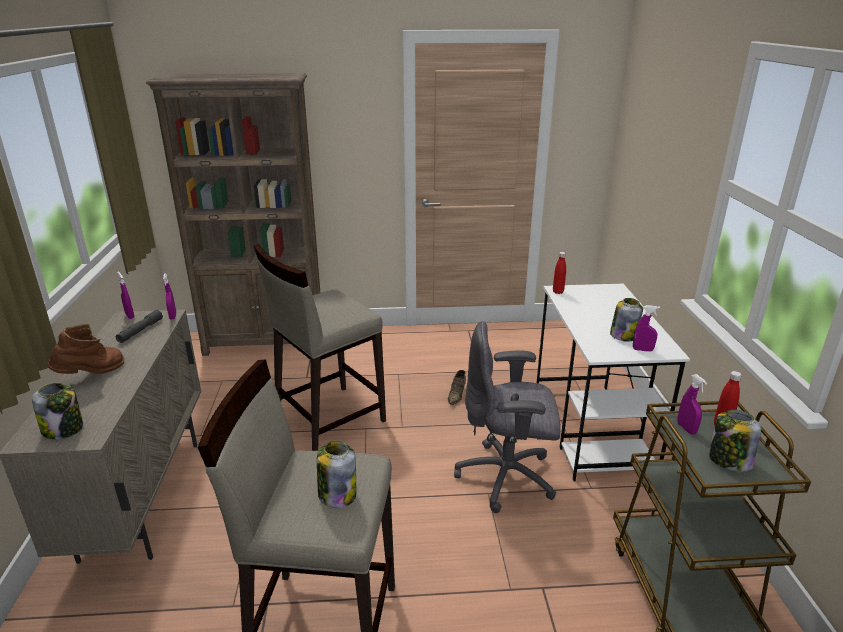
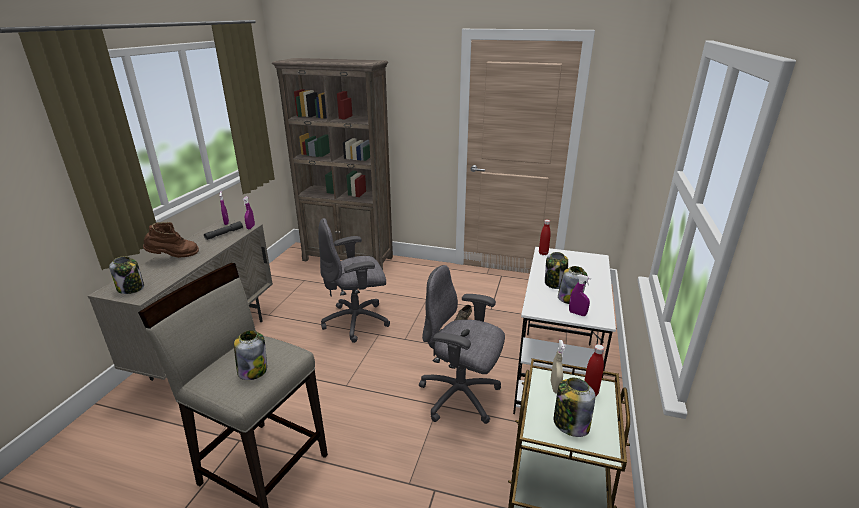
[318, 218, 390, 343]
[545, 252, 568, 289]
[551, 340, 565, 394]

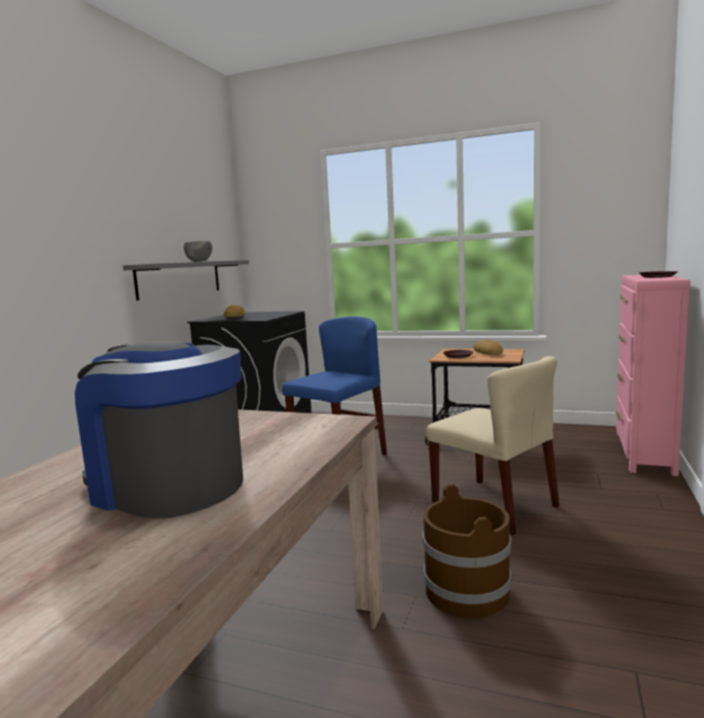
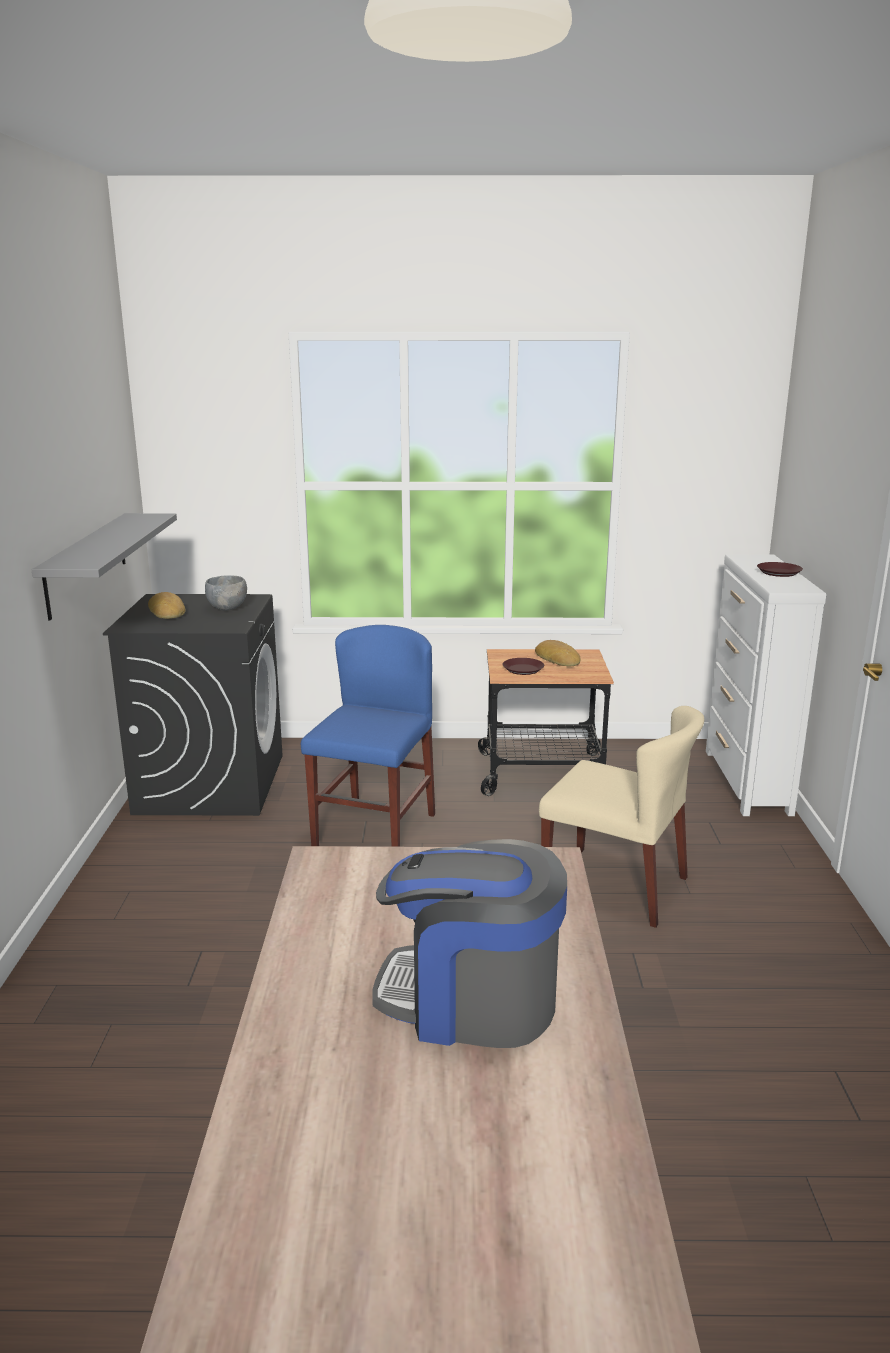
[205, 575, 247, 610]
[706, 555, 827, 816]
[423, 484, 511, 618] (first image)

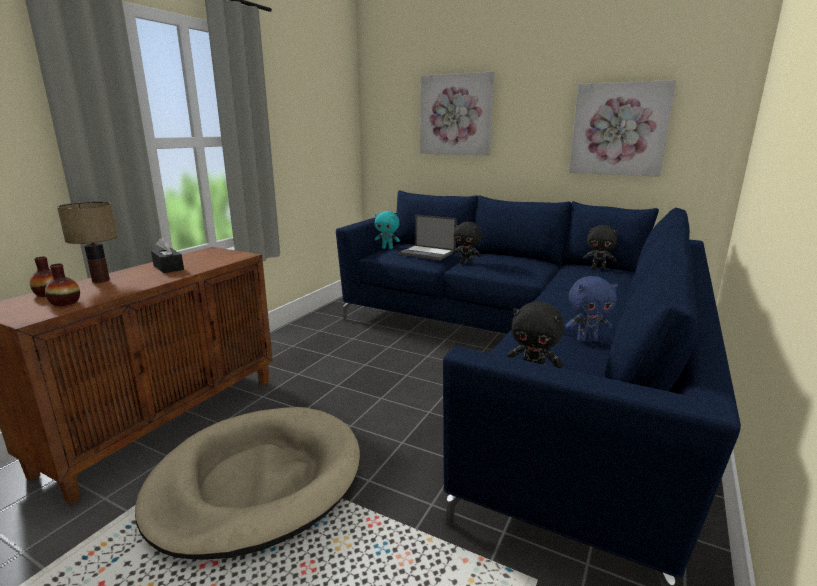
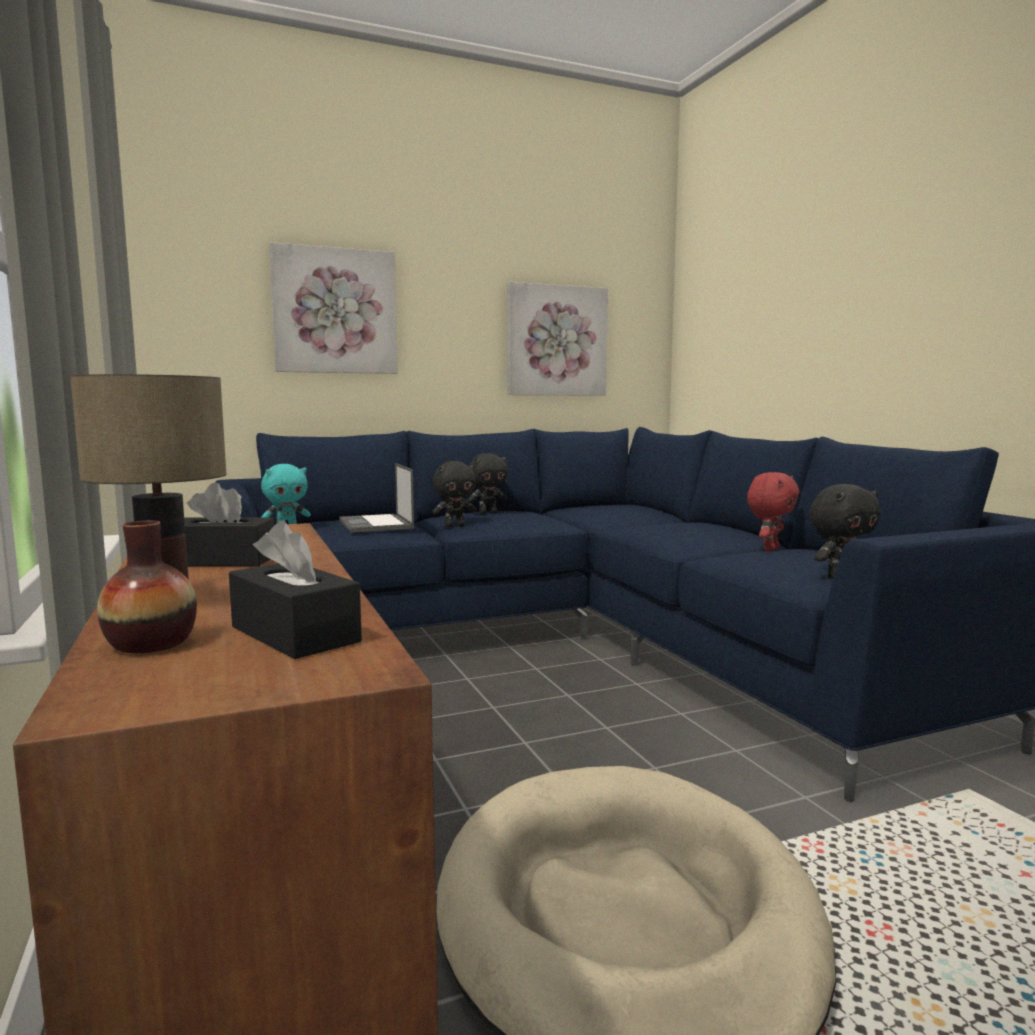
[229, 520, 362, 659]
[339, 463, 414, 533]
[467, 453, 508, 514]
[747, 472, 799, 552]

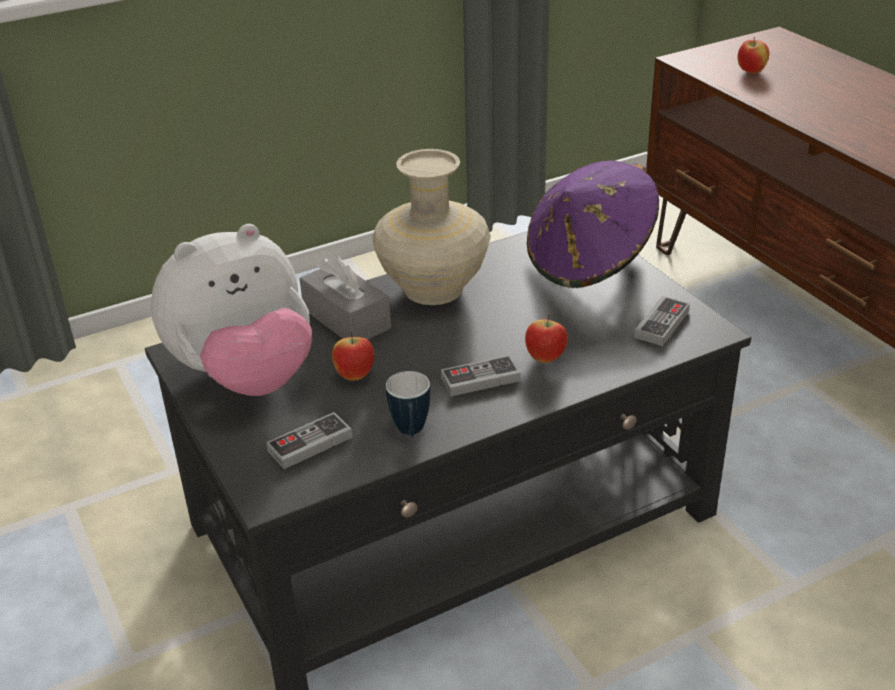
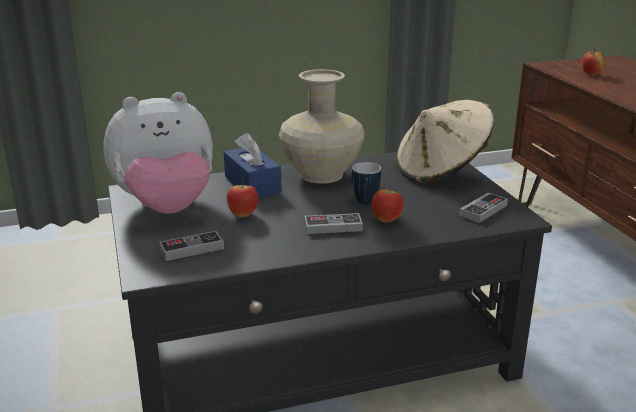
[224, 133, 282, 198]
[352, 162, 381, 204]
[396, 100, 494, 183]

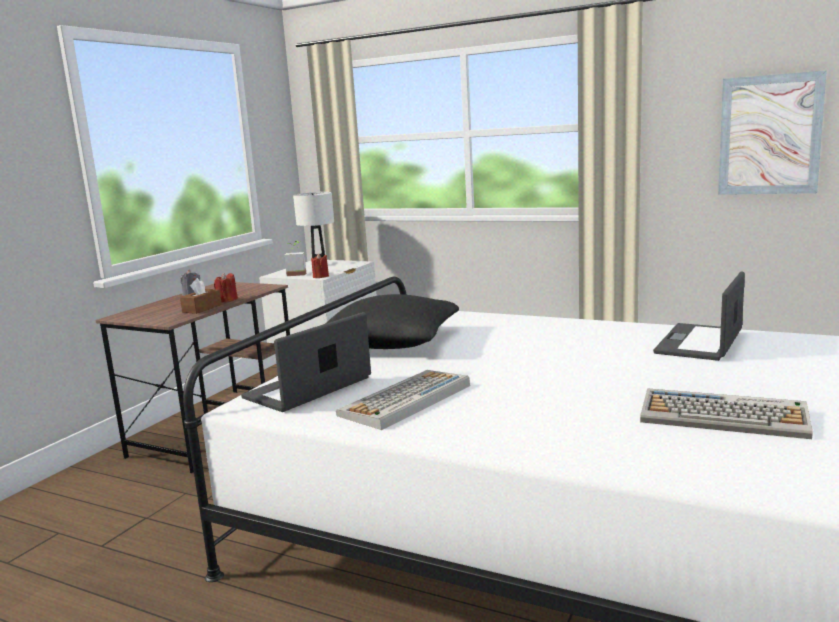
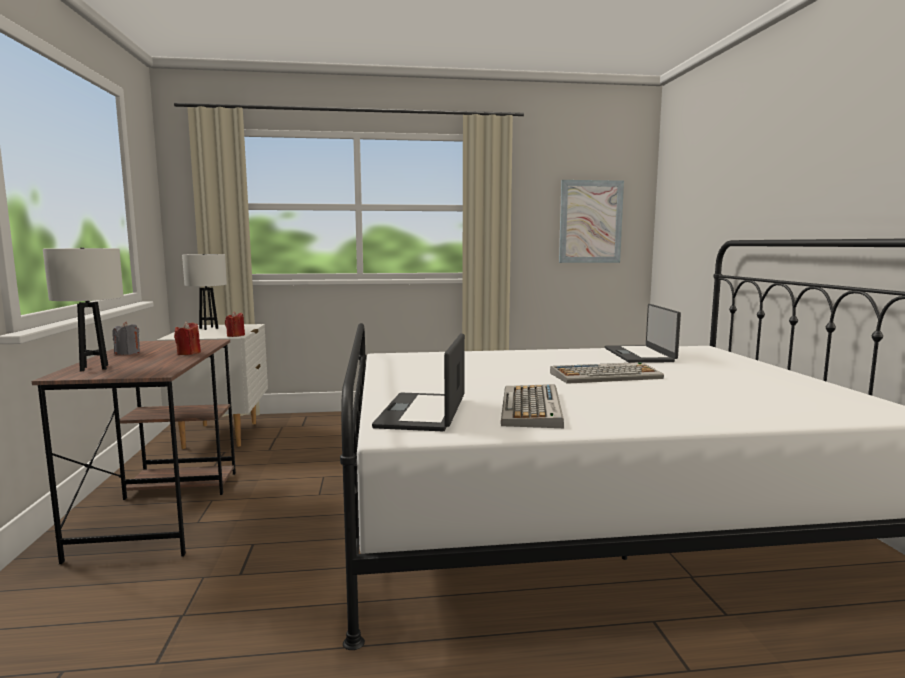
[43, 248, 124, 372]
[550, 362, 664, 384]
[180, 278, 222, 314] (first image)
[284, 241, 306, 276] (first image)
[325, 294, 459, 349] (first image)

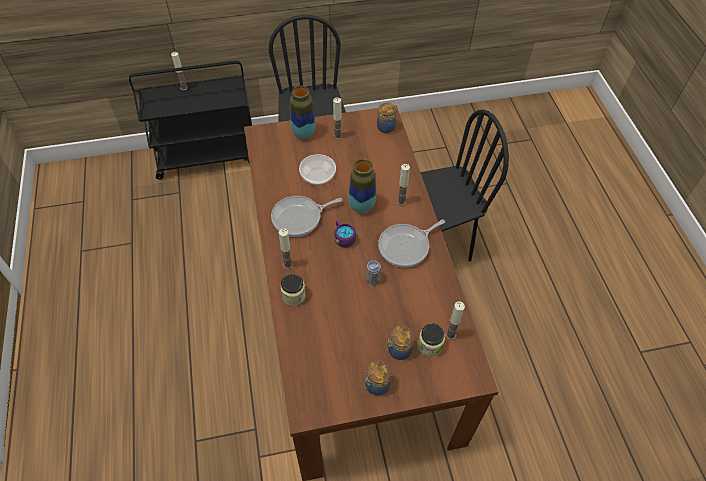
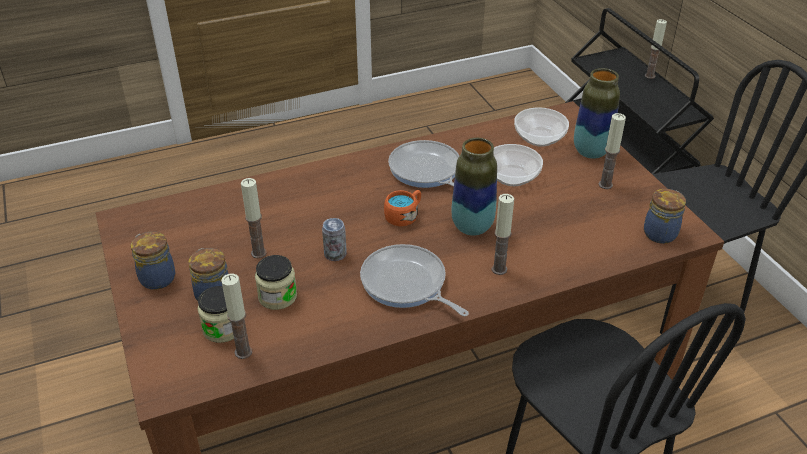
[241, 178, 267, 258]
[255, 255, 297, 310]
[384, 190, 421, 226]
[514, 107, 569, 147]

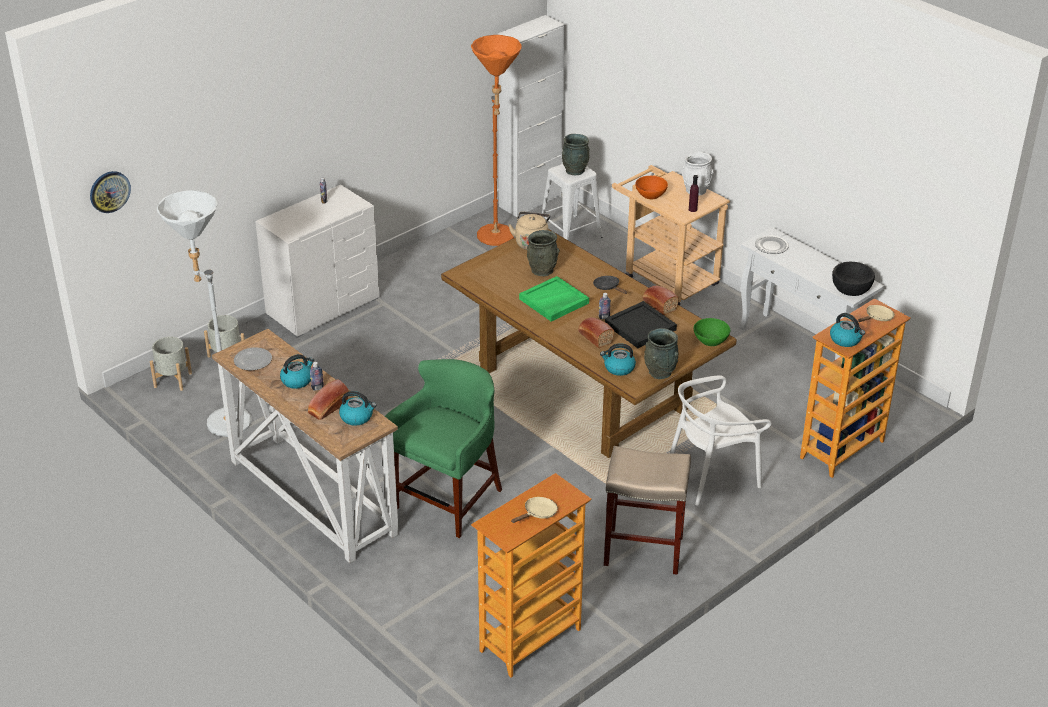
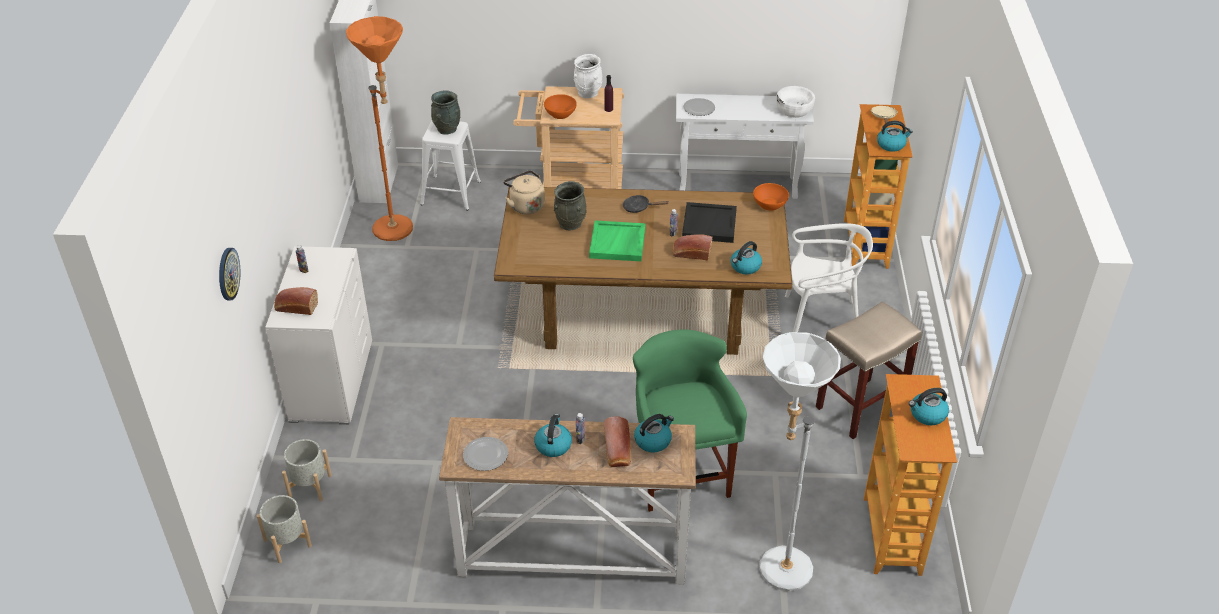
[219, 248, 240, 301]
[274, 287, 318, 315]
[753, 183, 789, 211]
[760, 332, 841, 591]
[776, 86, 815, 118]
[785, 223, 873, 332]
[909, 388, 949, 425]
[644, 328, 678, 379] (first image)

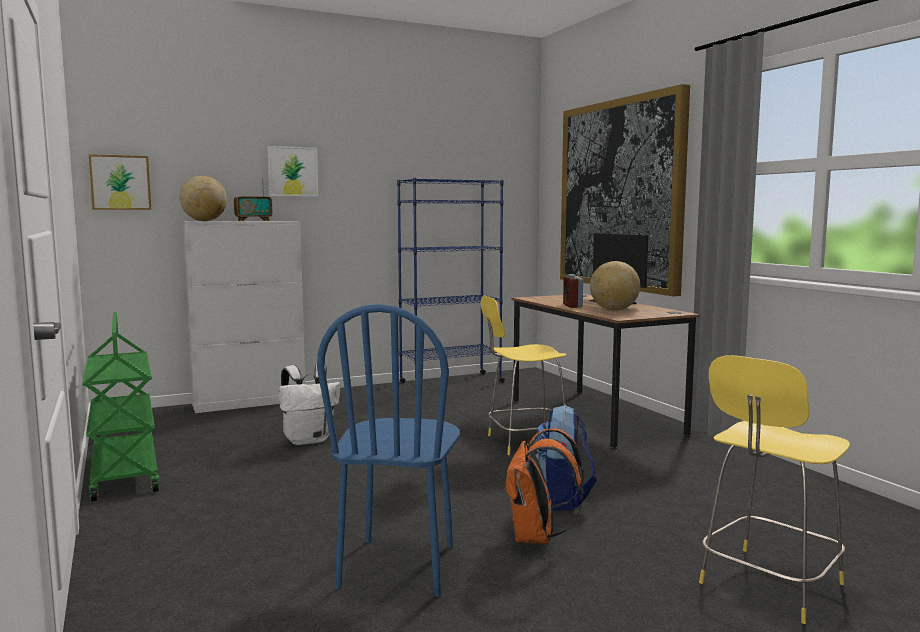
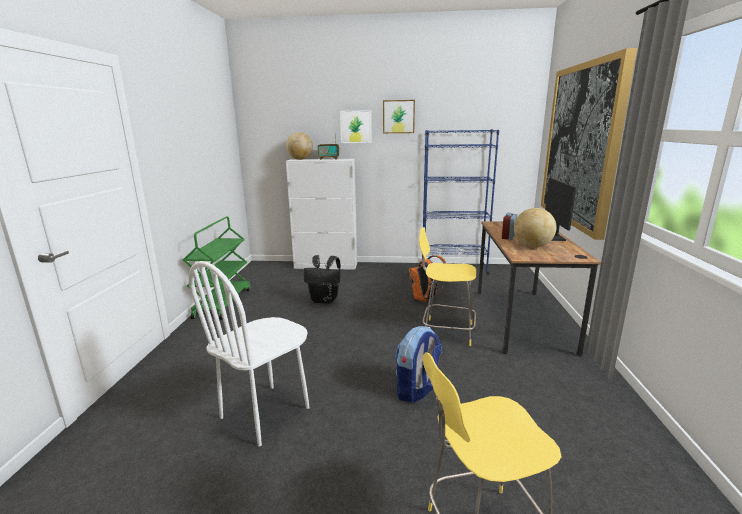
[189, 261, 310, 447]
[304, 255, 341, 303]
[383, 100, 415, 133]
[409, 255, 448, 302]

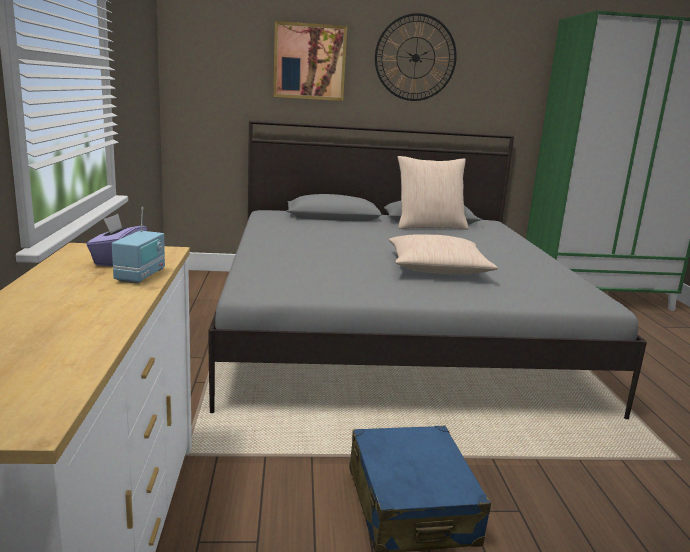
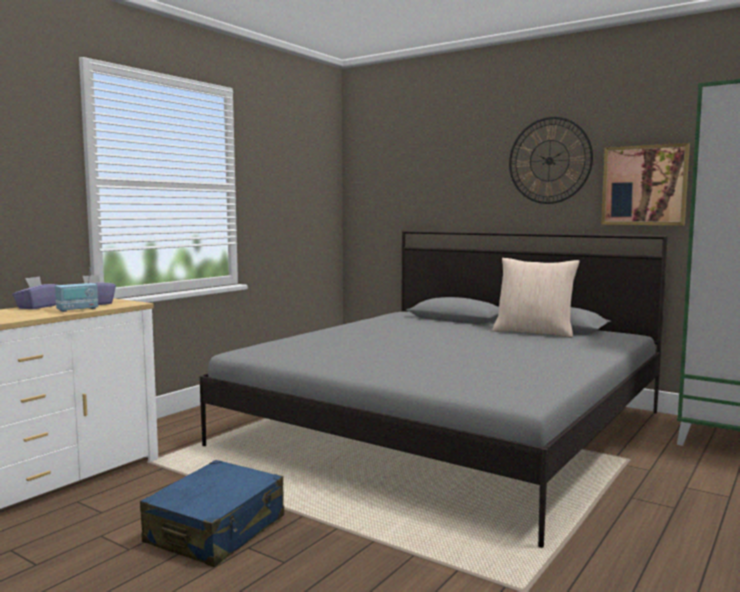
[12, 276, 56, 309]
[601, 143, 690, 225]
[389, 234, 498, 274] (first image)

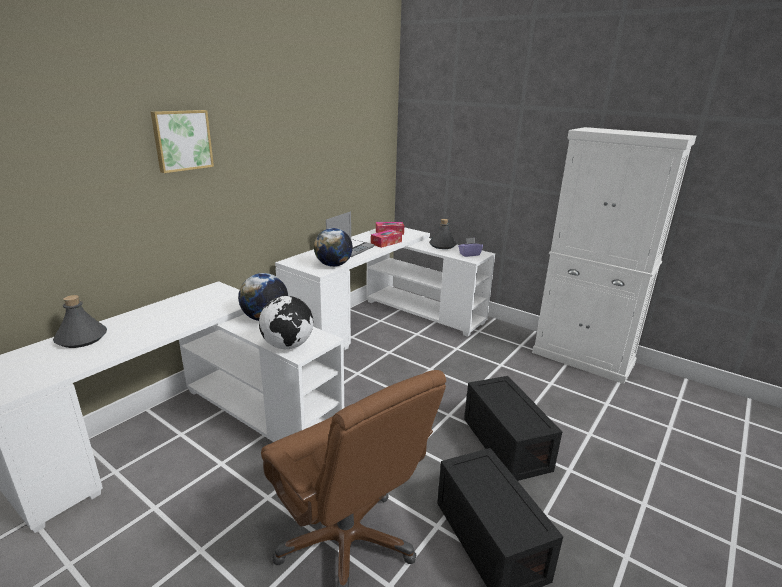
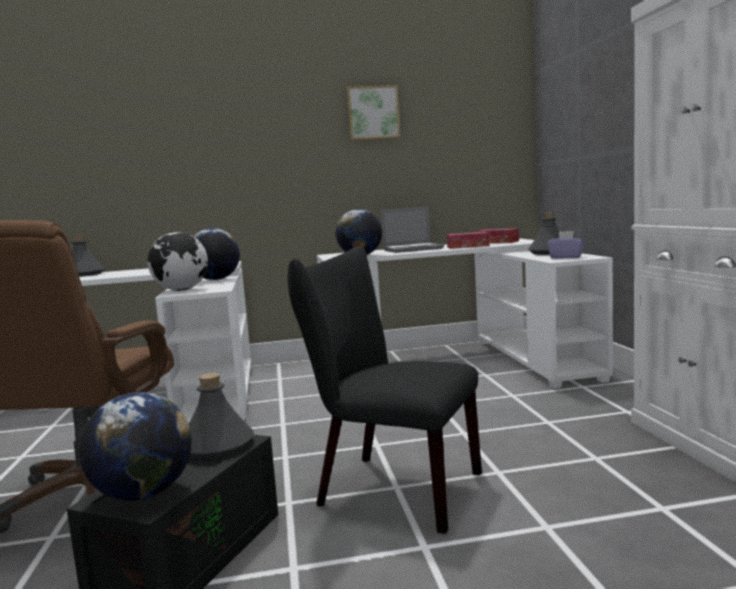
[79, 392, 192, 501]
[189, 373, 254, 458]
[287, 246, 482, 534]
[347, 85, 400, 140]

